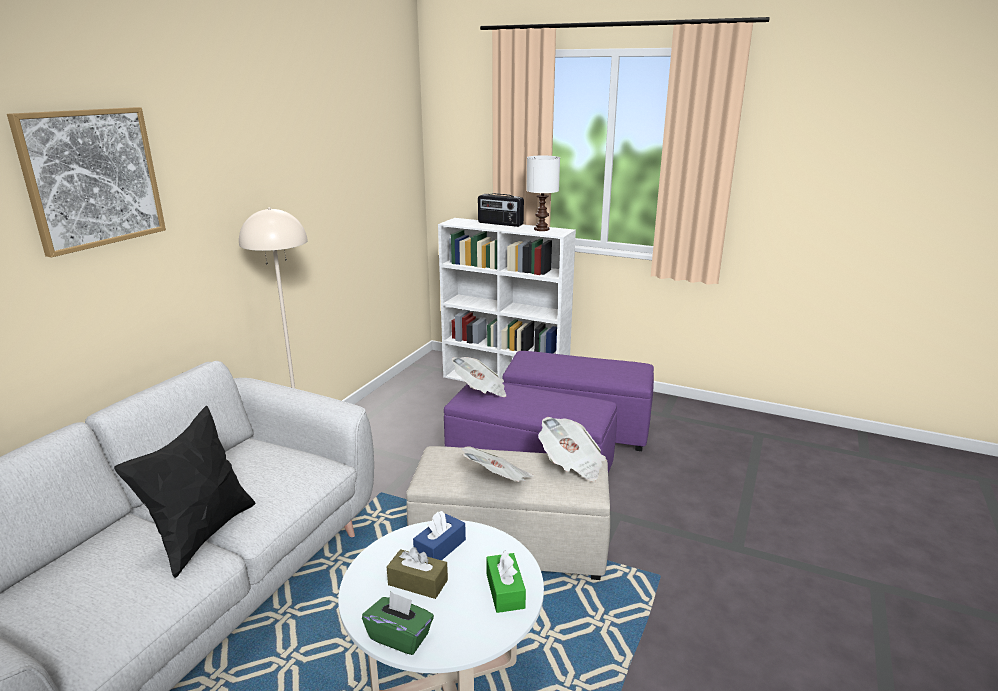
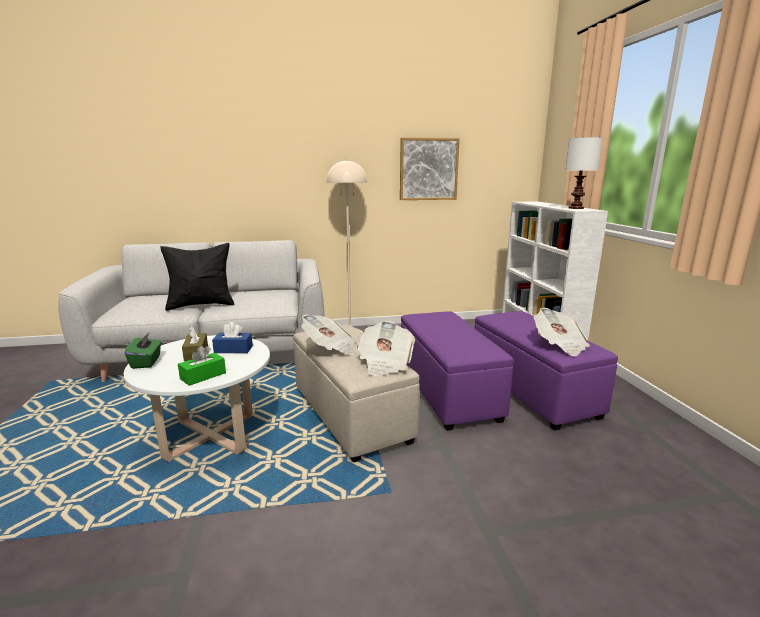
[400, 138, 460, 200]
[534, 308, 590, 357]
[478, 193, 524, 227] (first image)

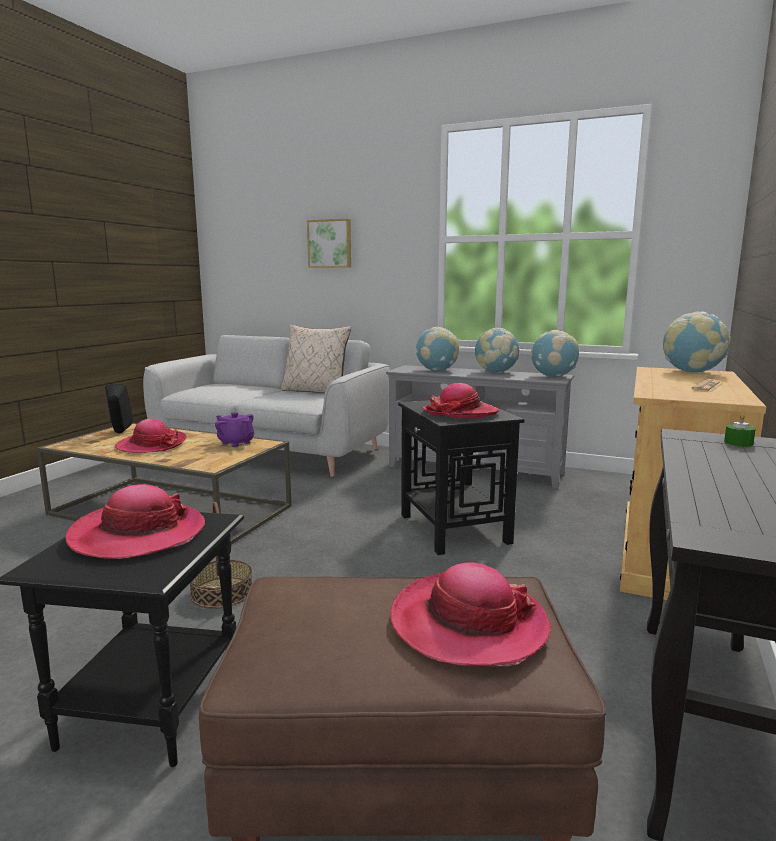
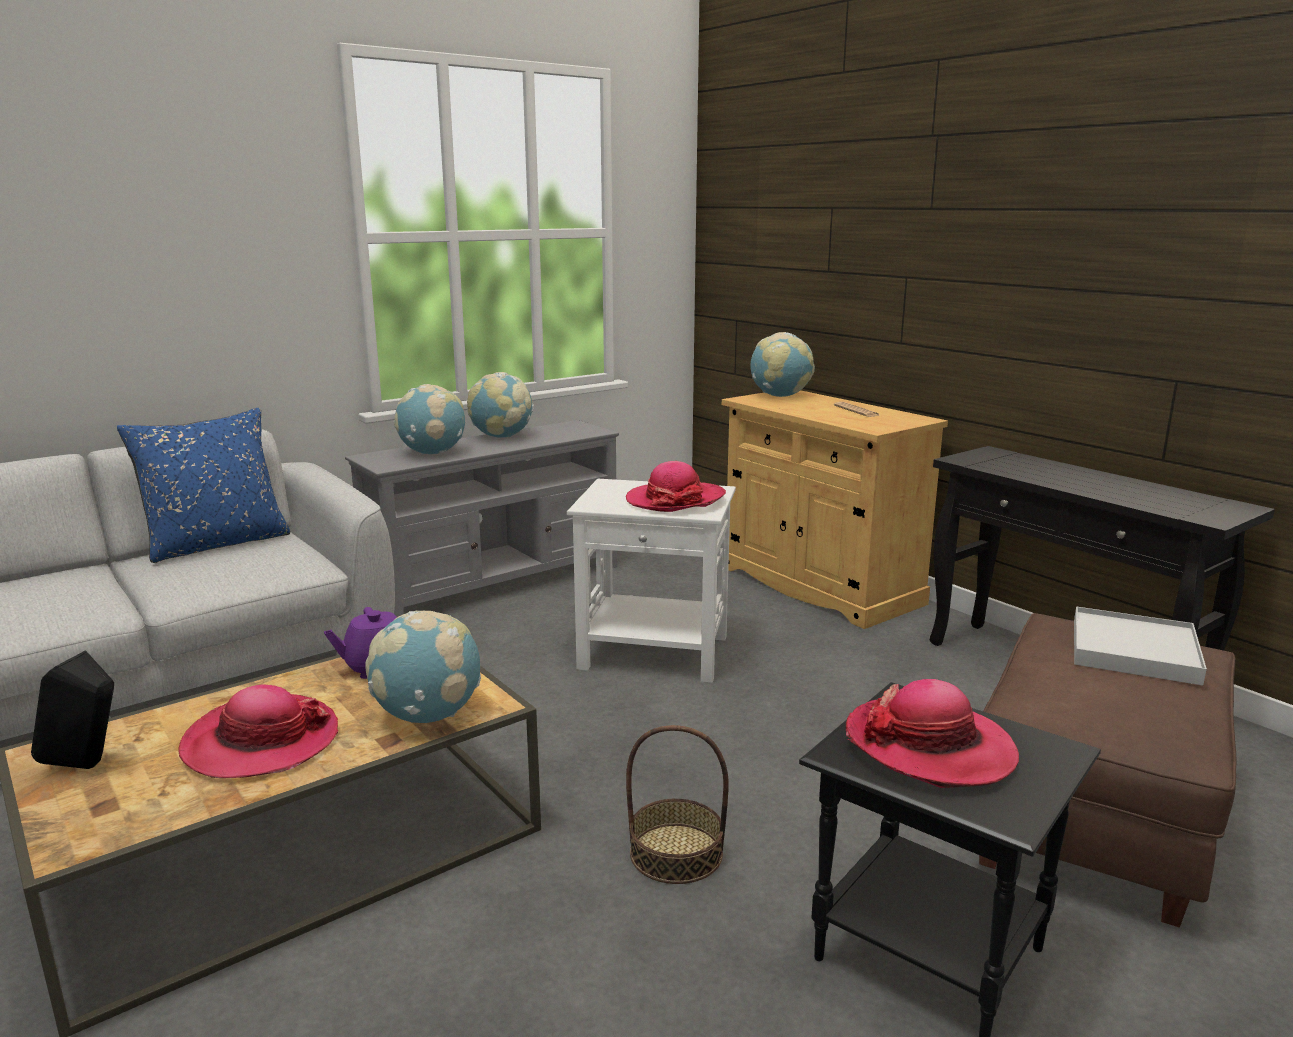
[117, 408, 290, 563]
[365, 611, 481, 723]
[567, 479, 736, 683]
[1074, 606, 1207, 685]
[307, 219, 351, 268] (first image)
[724, 413, 756, 447] (first image)

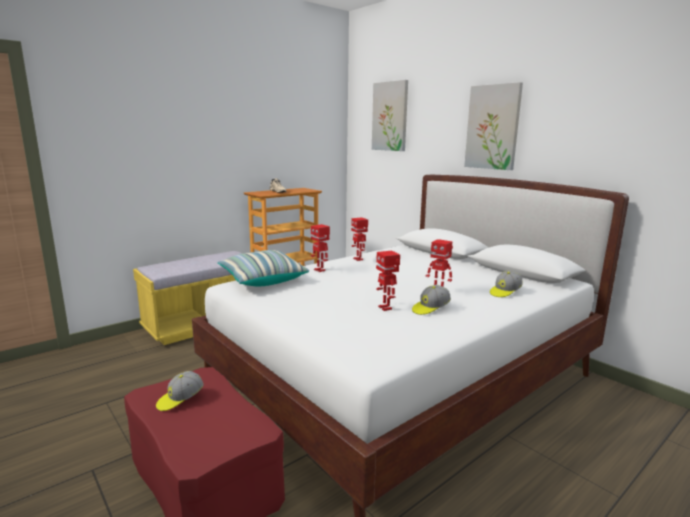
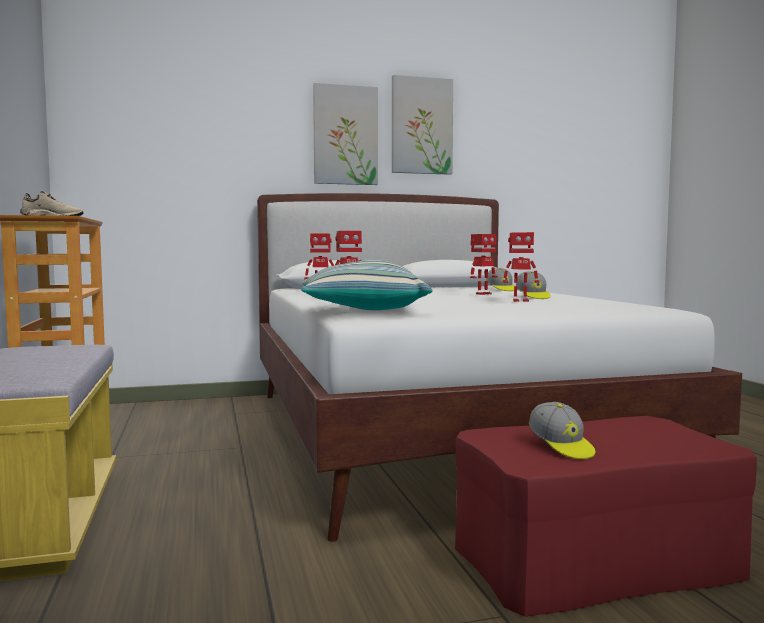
[392, 75, 453, 175]

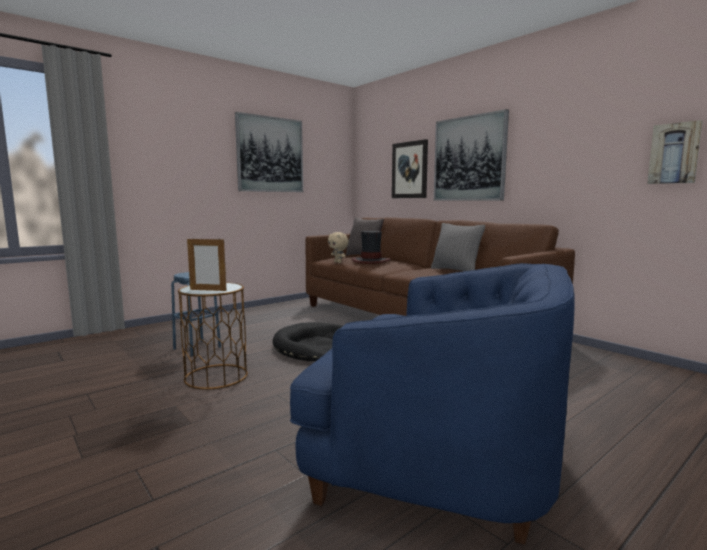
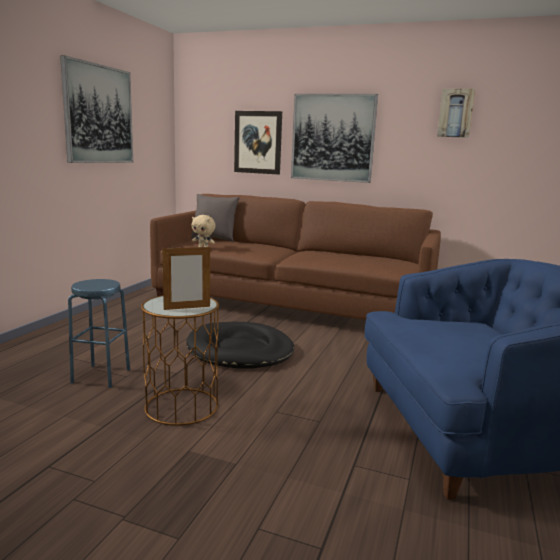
[437, 89, 475, 138]
[352, 231, 391, 264] (first image)
[431, 223, 485, 271] (first image)

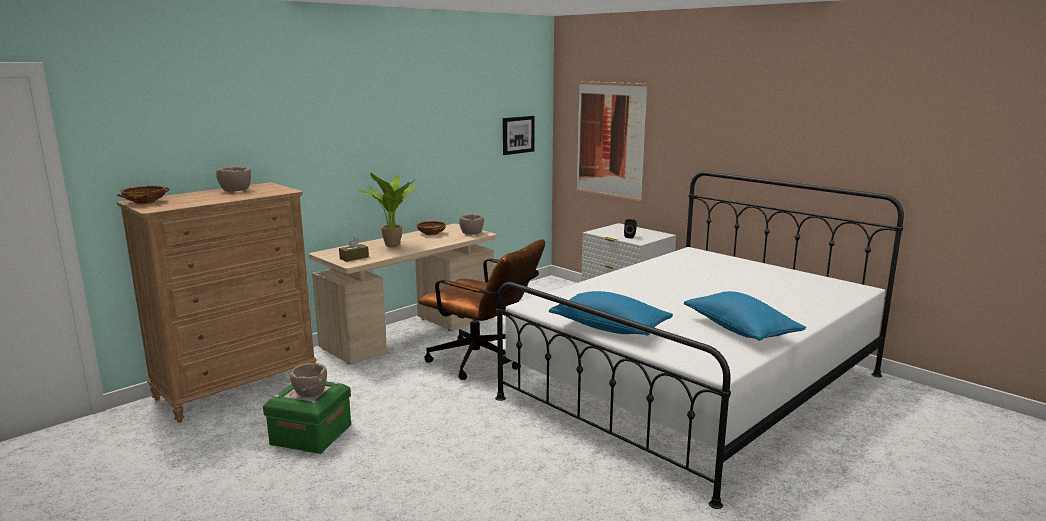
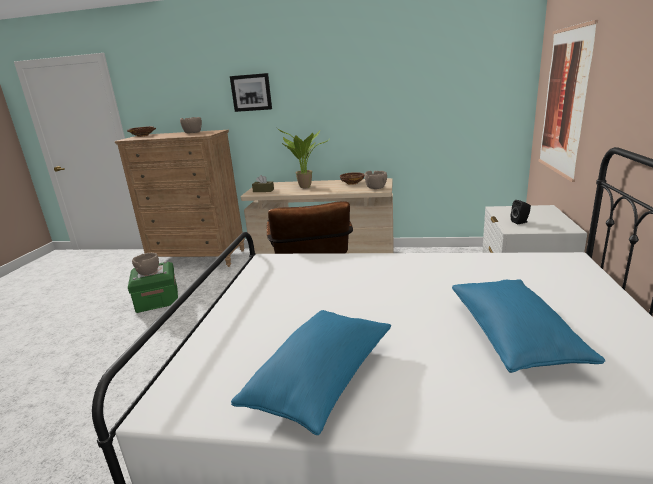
[230, 73, 272, 112]
[452, 279, 605, 373]

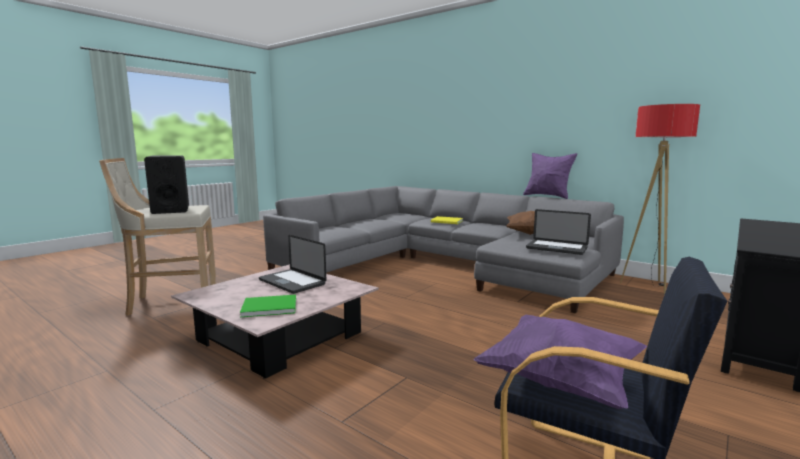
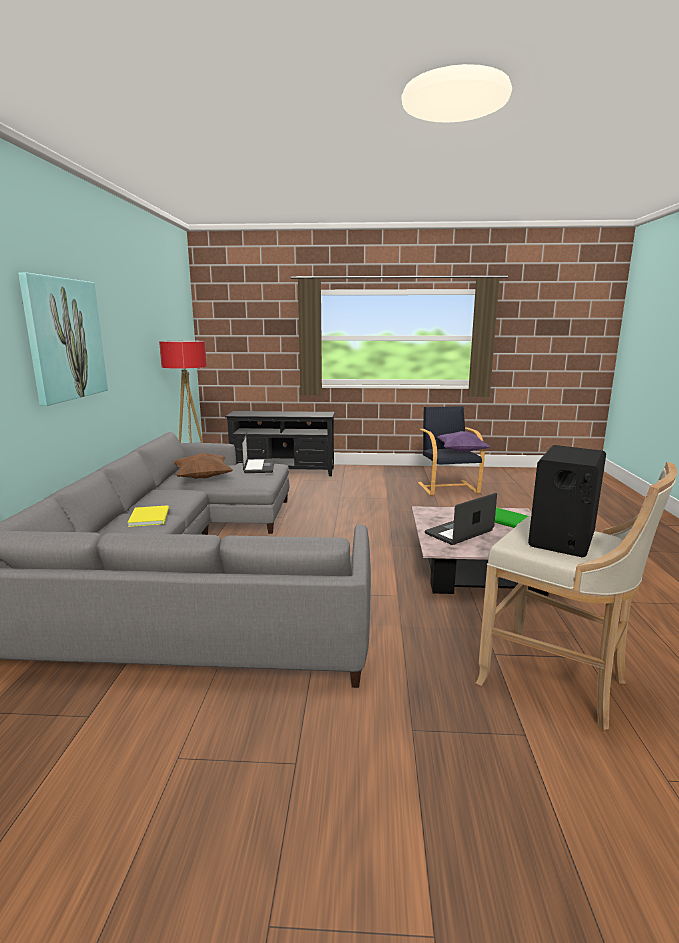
[18, 272, 108, 406]
[425, 493, 497, 545]
[523, 153, 577, 199] (first image)

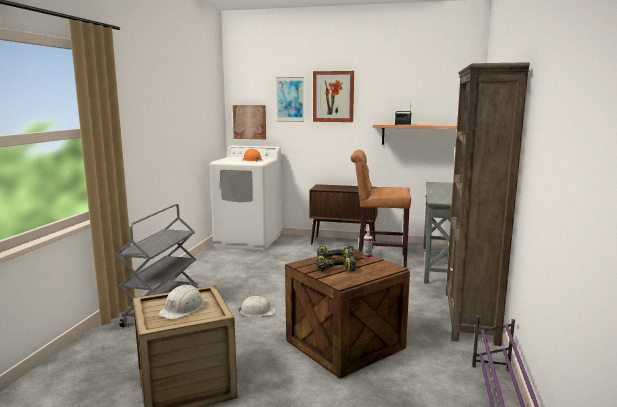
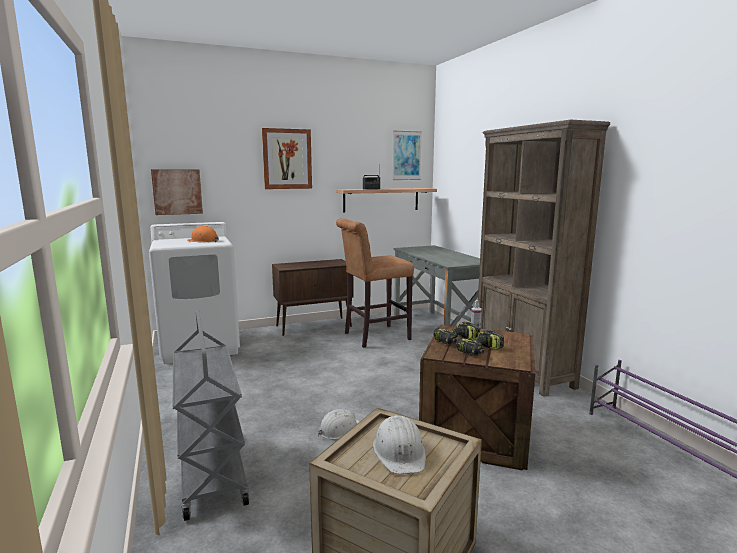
[392, 131, 422, 180]

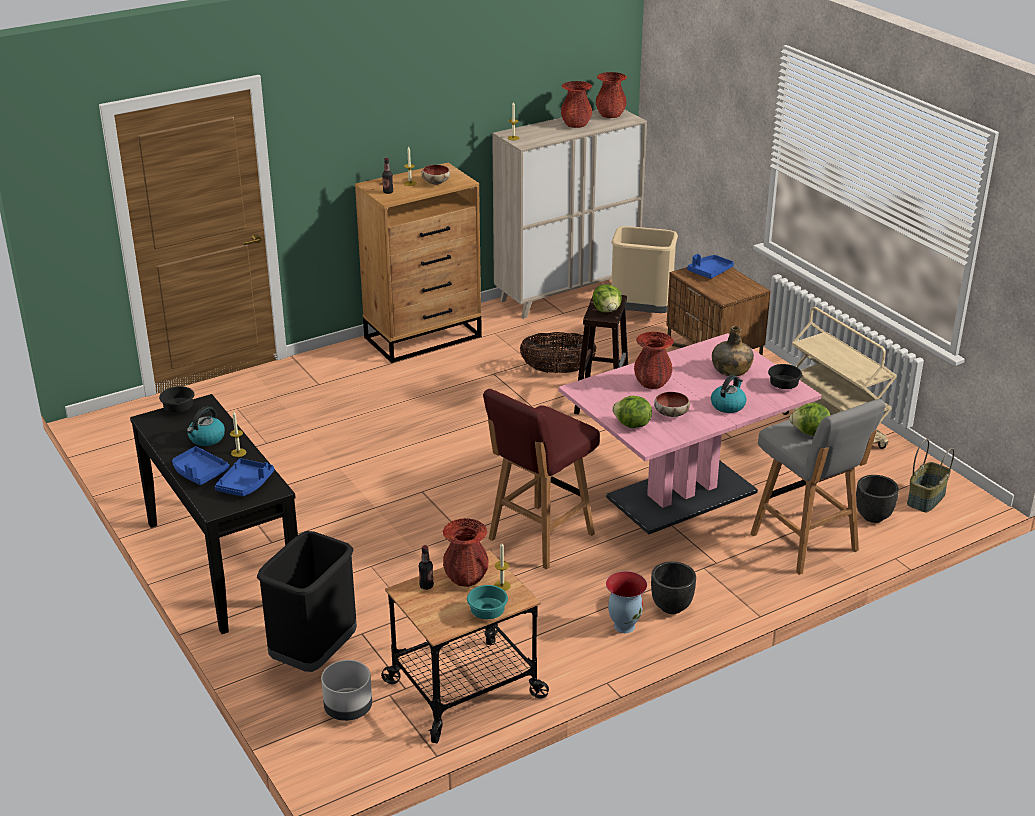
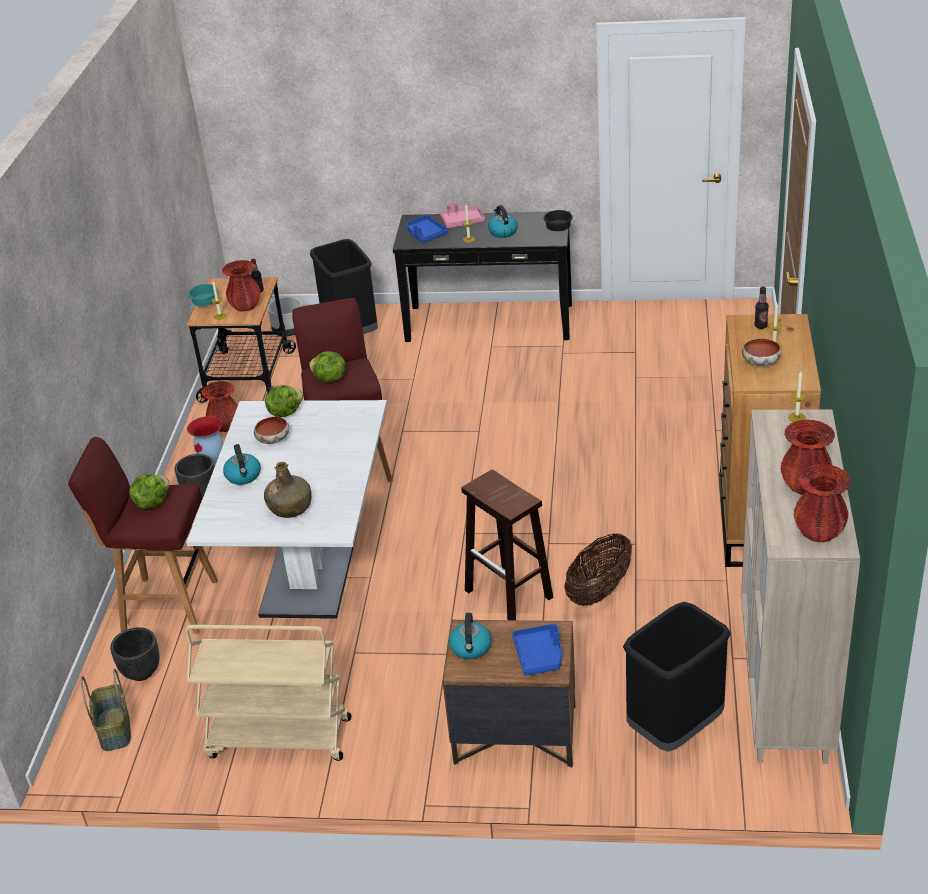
[68, 437, 218, 634]
[186, 400, 387, 619]
[201, 381, 238, 432]
[309, 351, 346, 383]
[440, 201, 485, 228]
[449, 613, 492, 659]
[623, 602, 731, 752]
[768, 364, 802, 389] (first image)

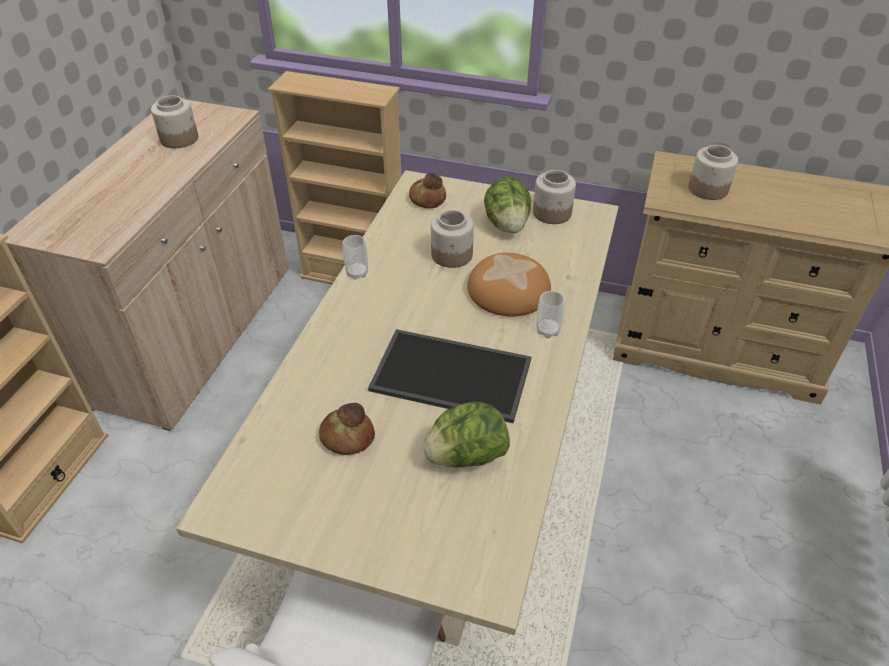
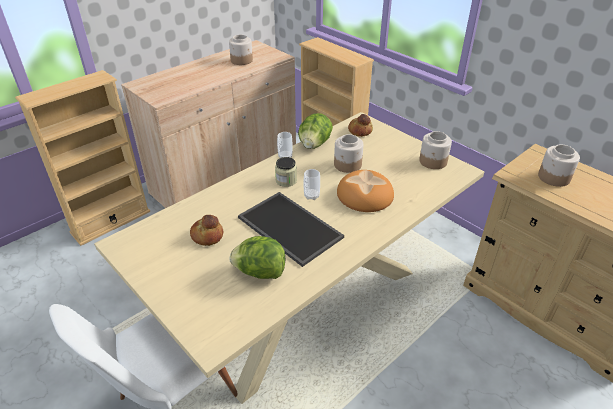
[275, 157, 297, 187]
[298, 113, 333, 149]
[303, 169, 320, 200]

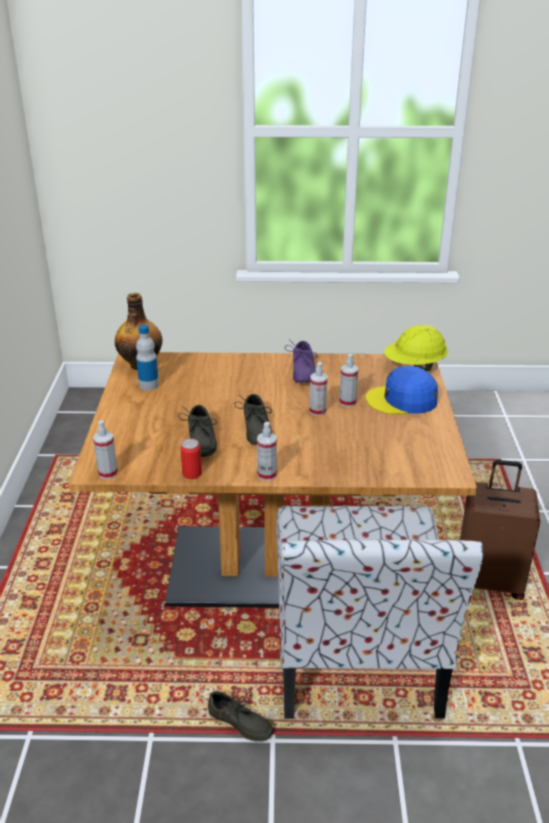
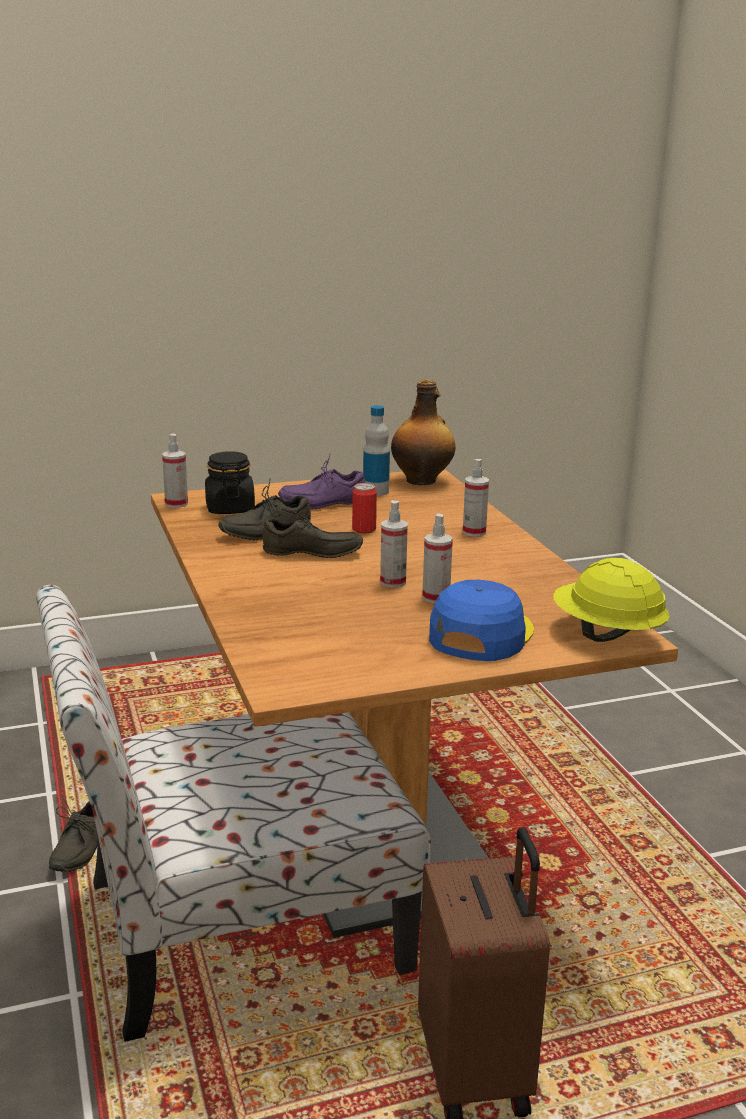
[205, 451, 255, 514]
[262, 511, 363, 558]
[278, 455, 365, 509]
[352, 483, 377, 533]
[429, 580, 534, 661]
[463, 459, 489, 537]

